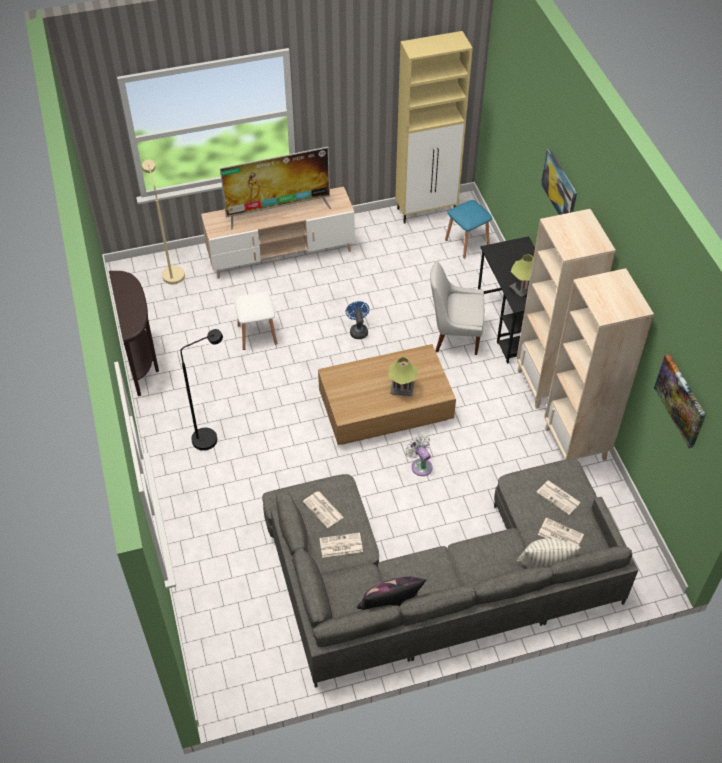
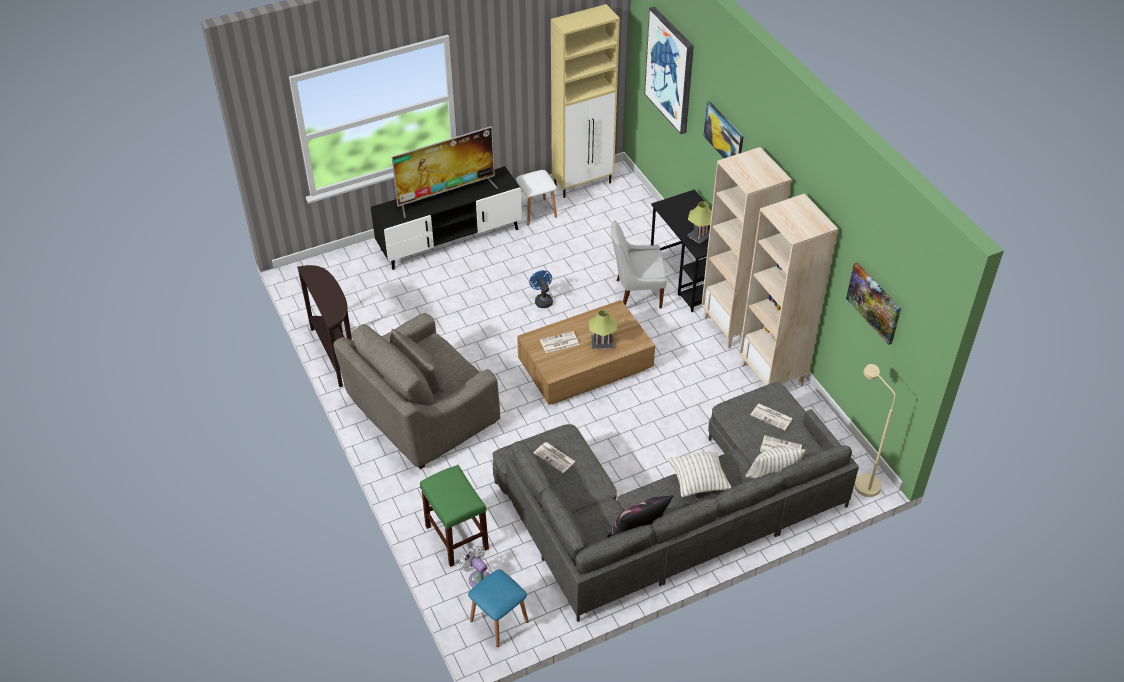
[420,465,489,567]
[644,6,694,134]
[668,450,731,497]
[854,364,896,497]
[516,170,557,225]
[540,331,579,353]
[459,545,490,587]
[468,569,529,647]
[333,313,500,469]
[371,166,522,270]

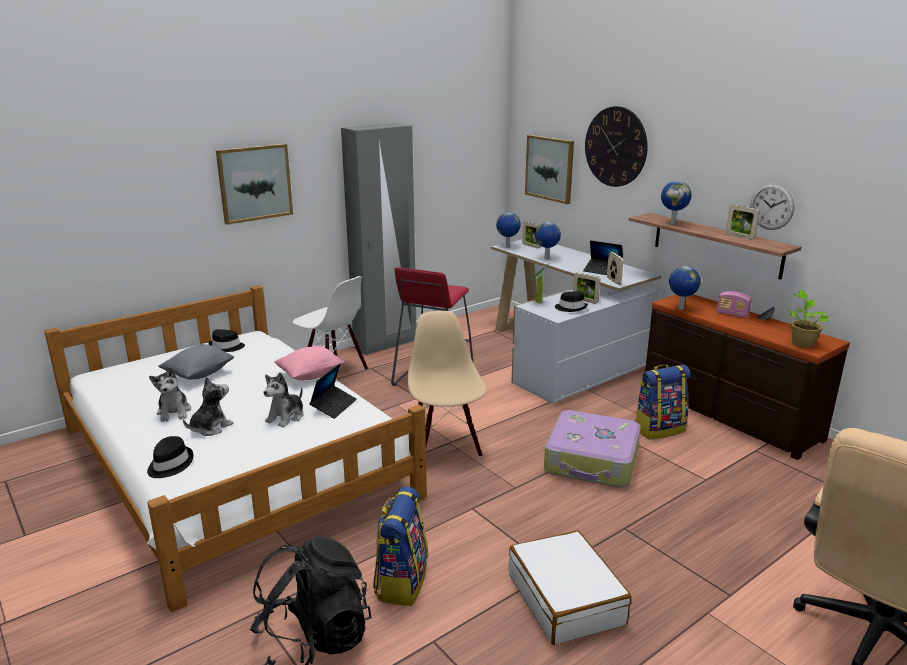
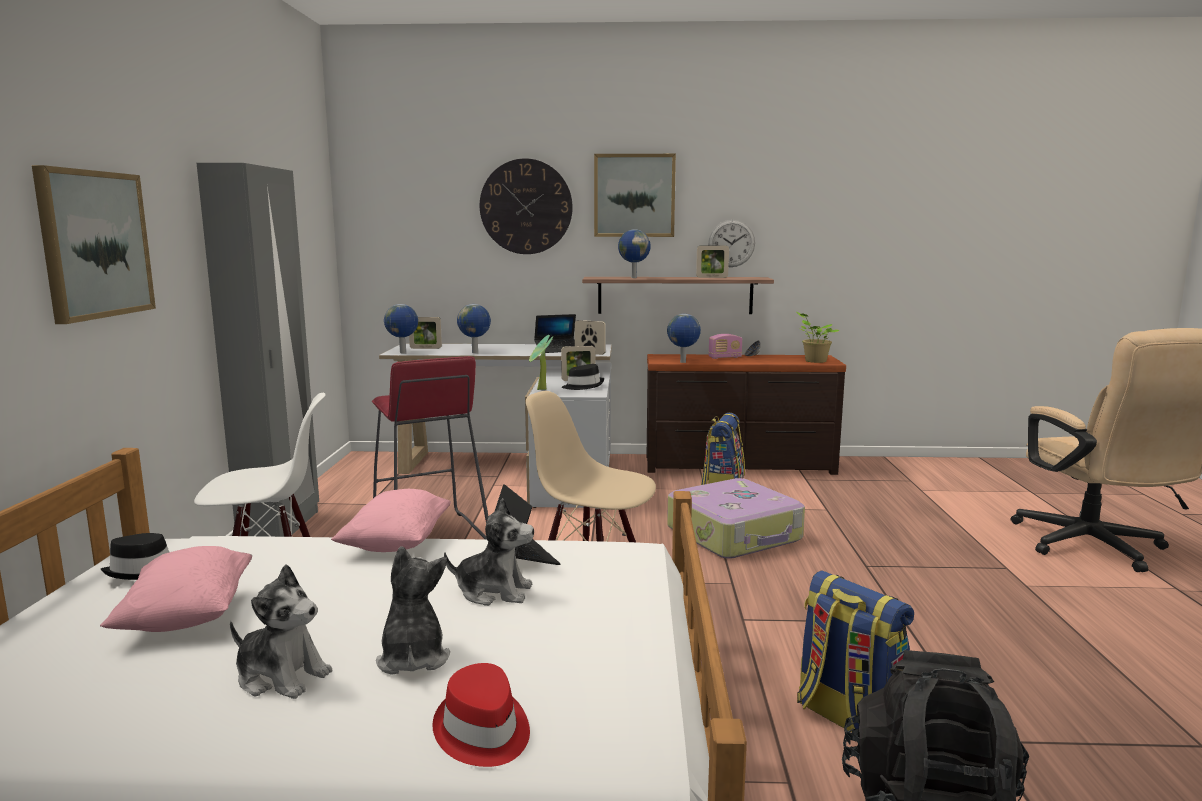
[509,530,632,645] (first image)
[594,154,676,237]
[432,663,530,767]
[100,546,252,632]
[444,498,534,606]

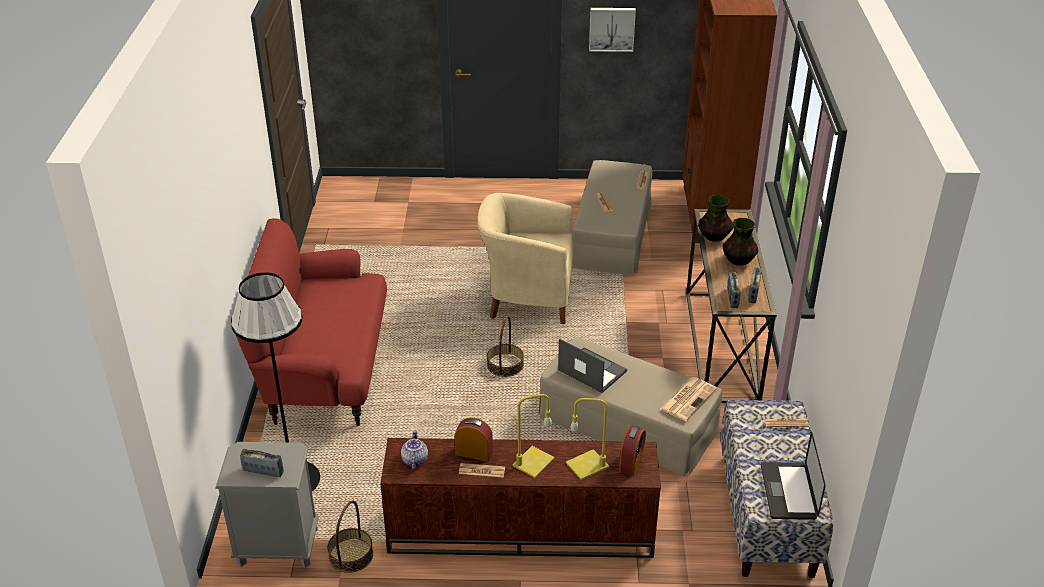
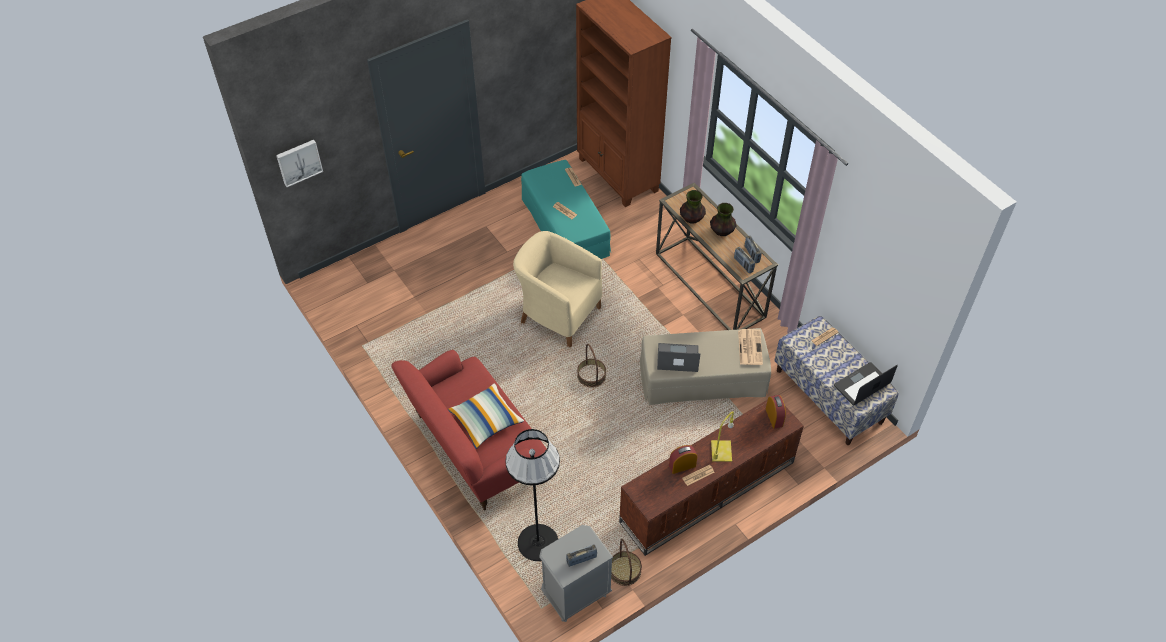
[401,430,428,470] (first image)
[566,398,609,480] (first image)
[448,383,524,449]
[276,140,323,187]
[521,160,611,259]
[513,231,602,348]
[834,362,898,405]

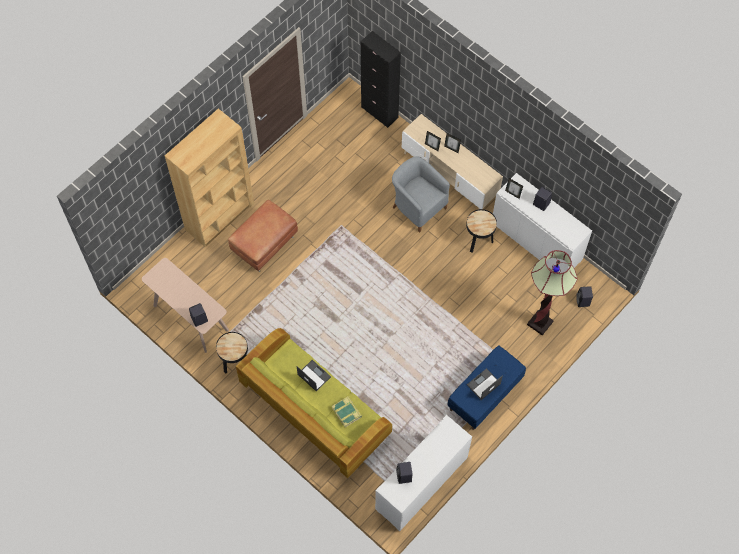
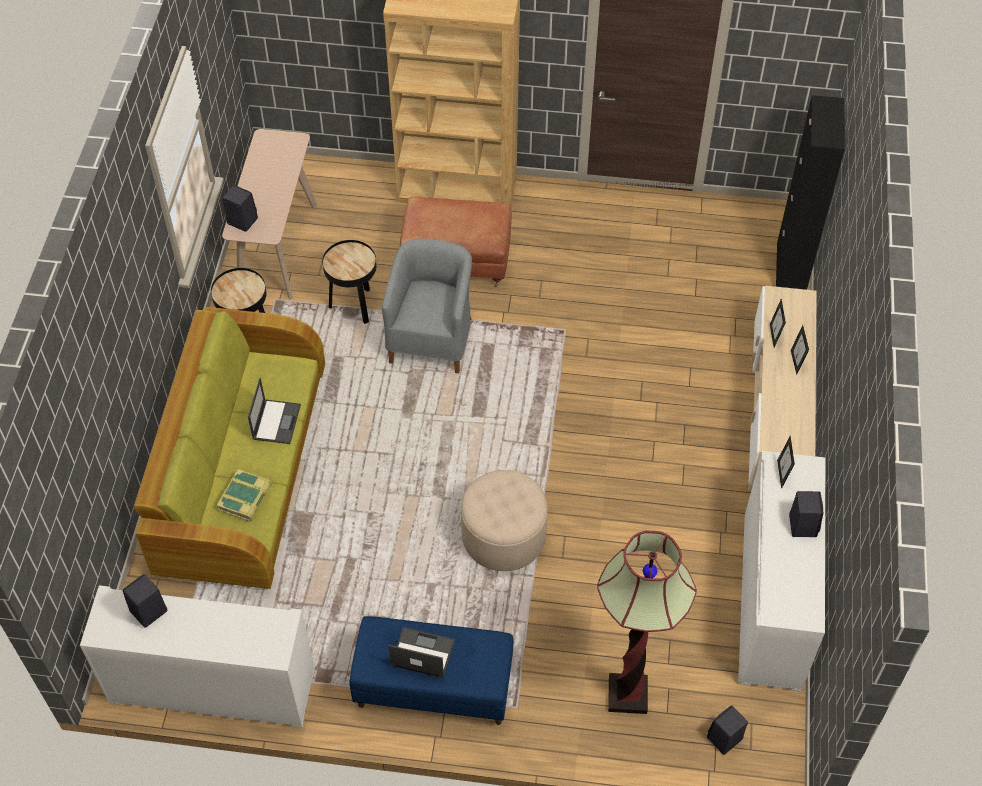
[461,470,548,571]
[382,239,472,374]
[322,240,377,324]

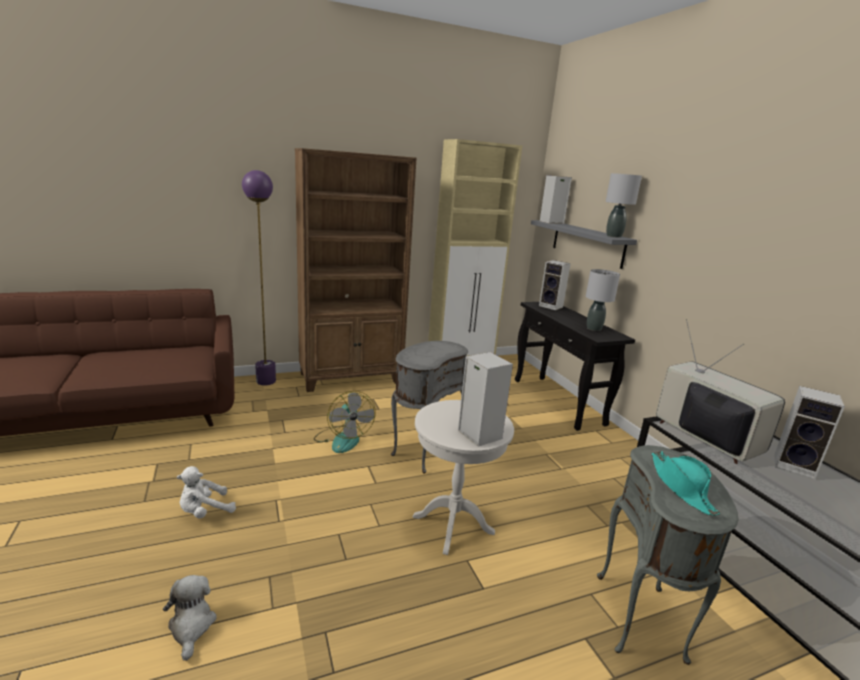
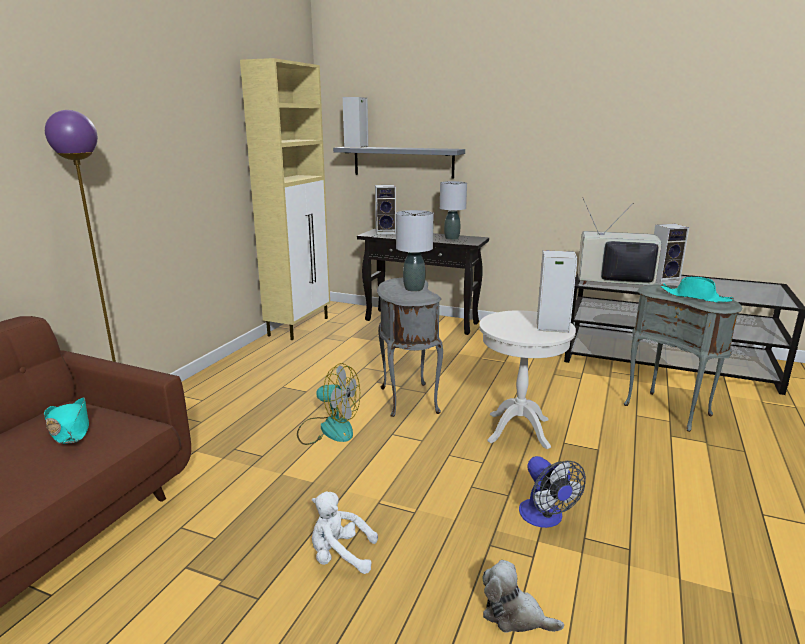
[295,148,417,392] (first image)
[44,398,89,444]
[519,456,586,528]
[396,210,434,292]
[312,492,378,574]

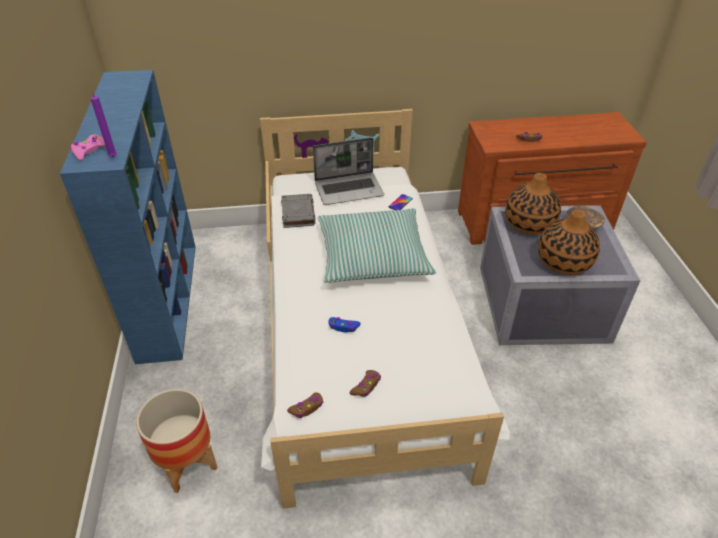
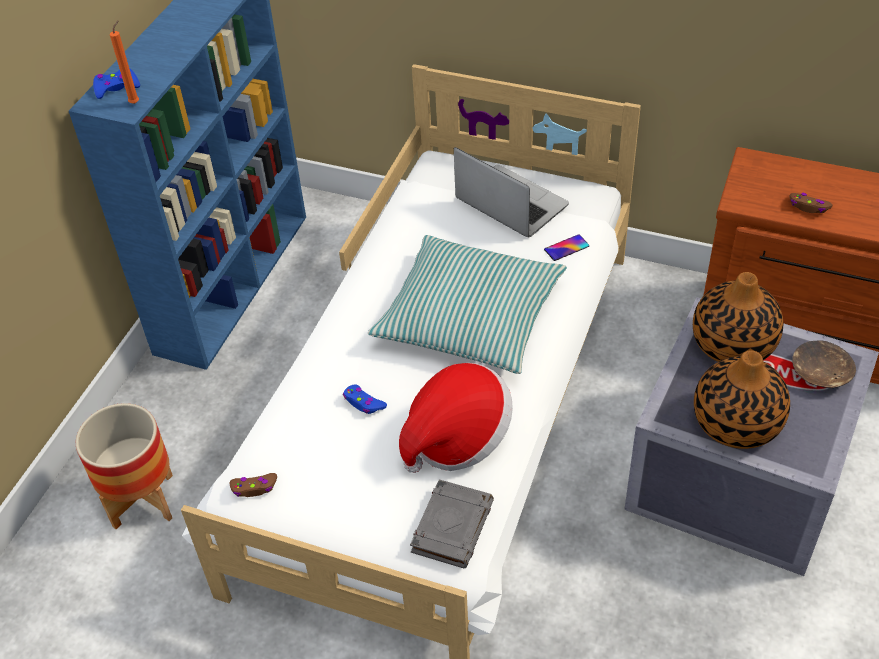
[350,370,381,397] (first image)
[399,363,513,473]
[410,479,494,568]
[93,68,140,99]
[110,20,139,104]
[454,147,569,237]

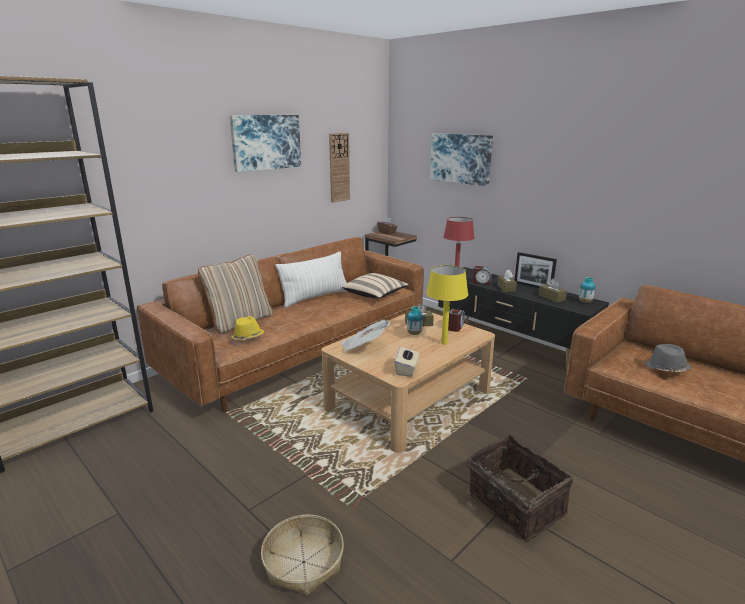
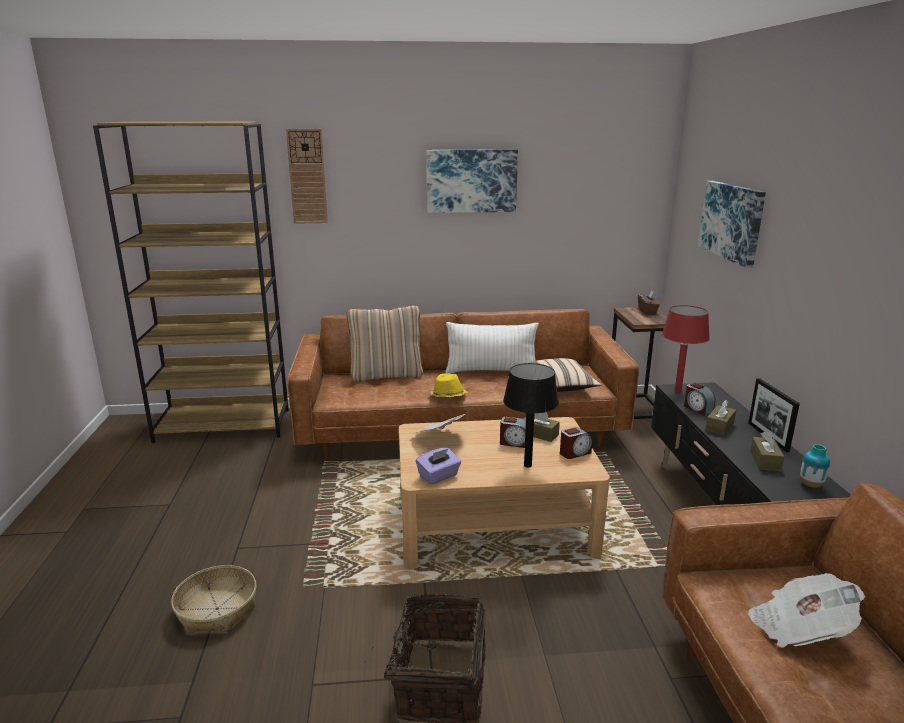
[430,373,468,397]
[286,129,328,224]
[500,417,526,448]
[748,573,865,648]
[416,448,461,484]
[503,363,559,467]

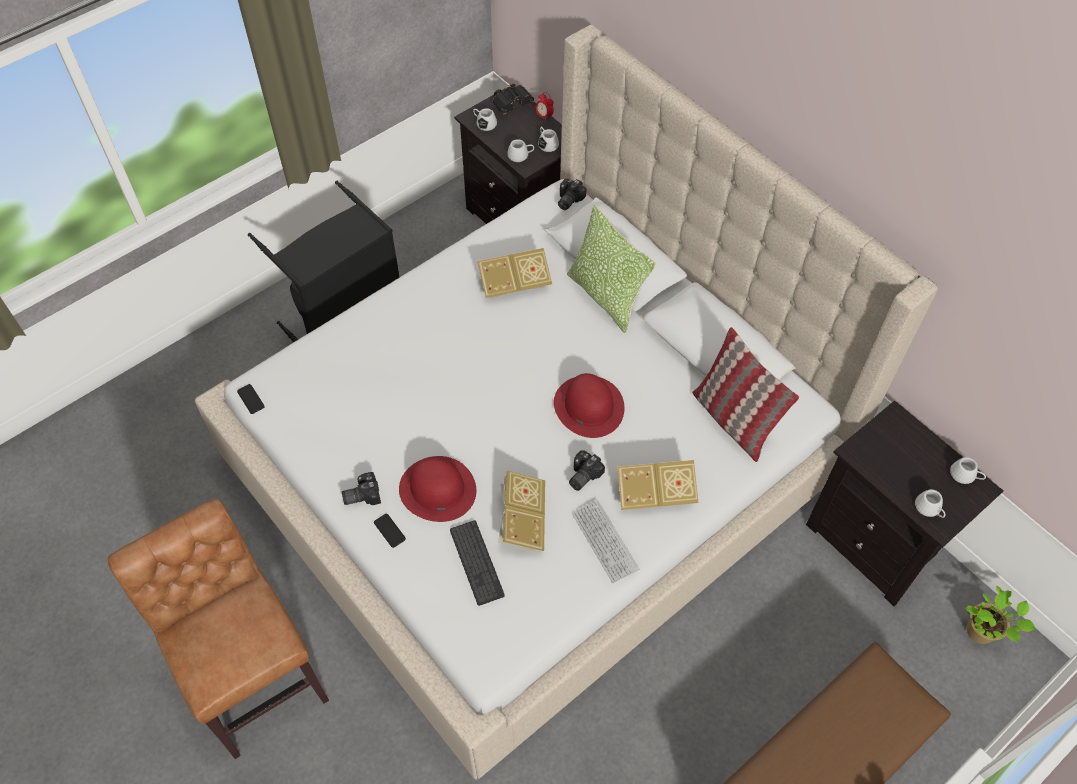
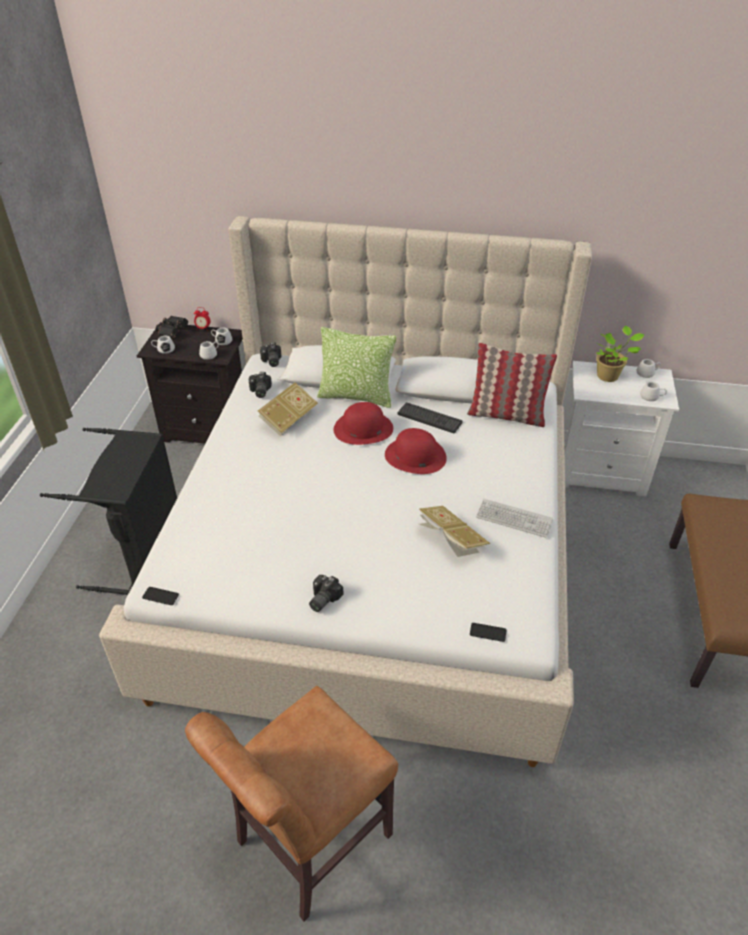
[617,460,698,510] (first image)
[470,623,506,642]
[334,402,393,445]
[398,402,462,433]
[249,372,272,398]
[596,326,645,382]
[565,361,679,496]
[185,686,398,921]

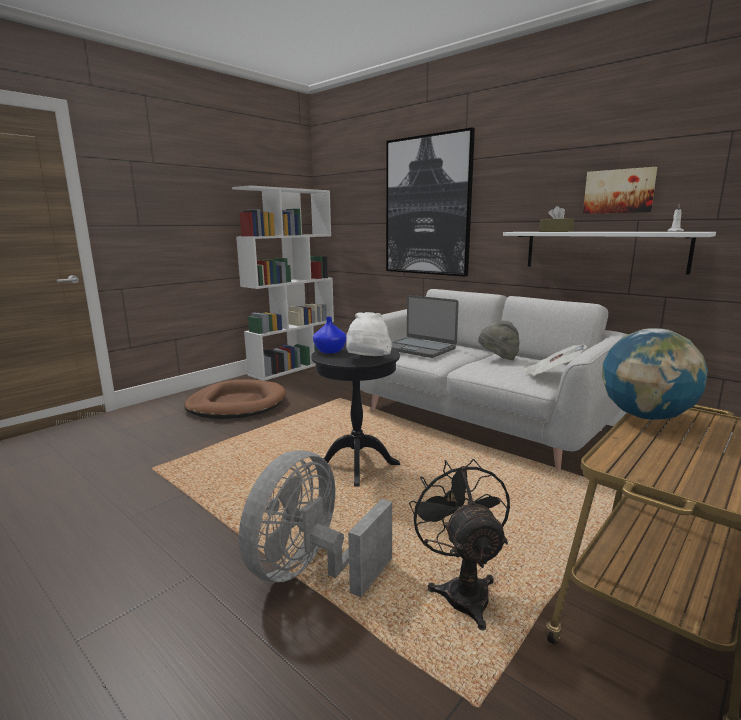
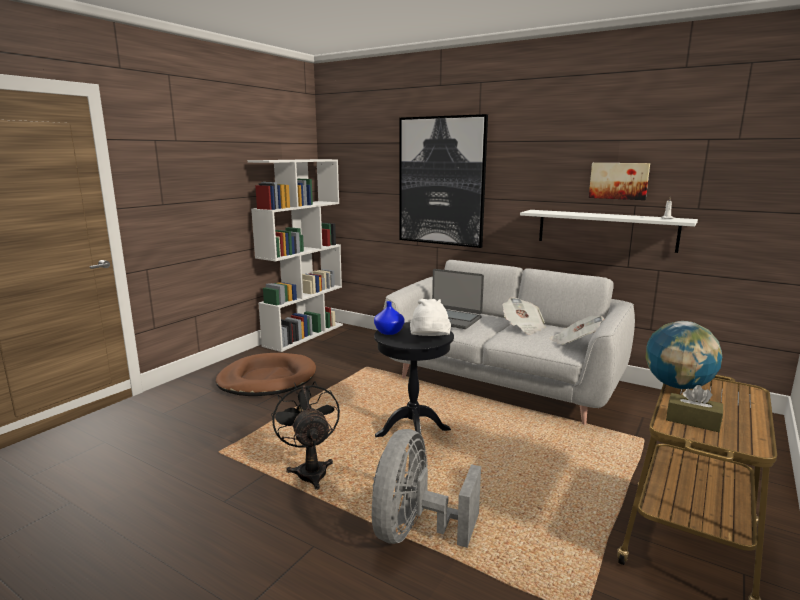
[271,381,340,490]
[666,385,723,432]
[502,297,546,335]

